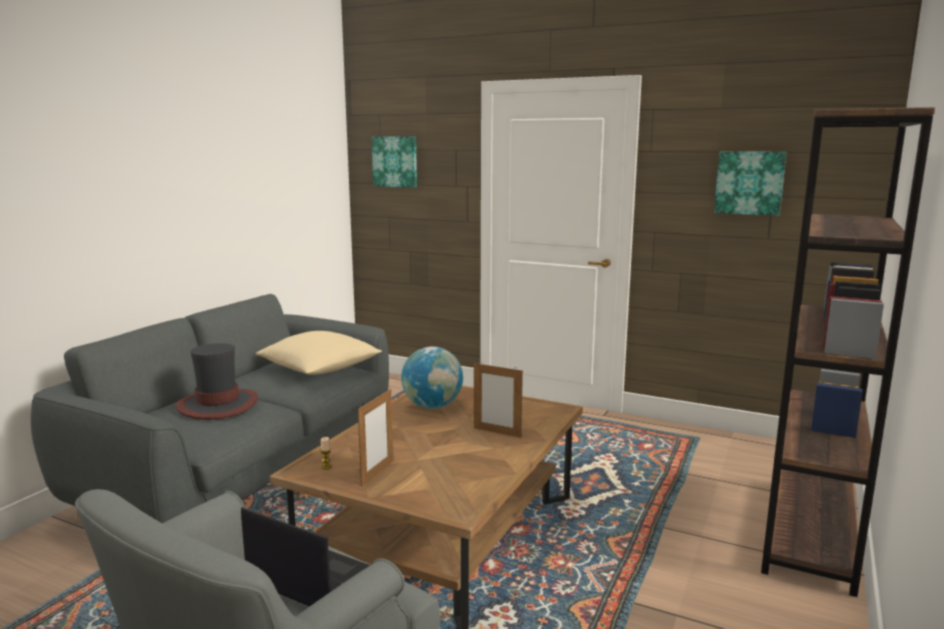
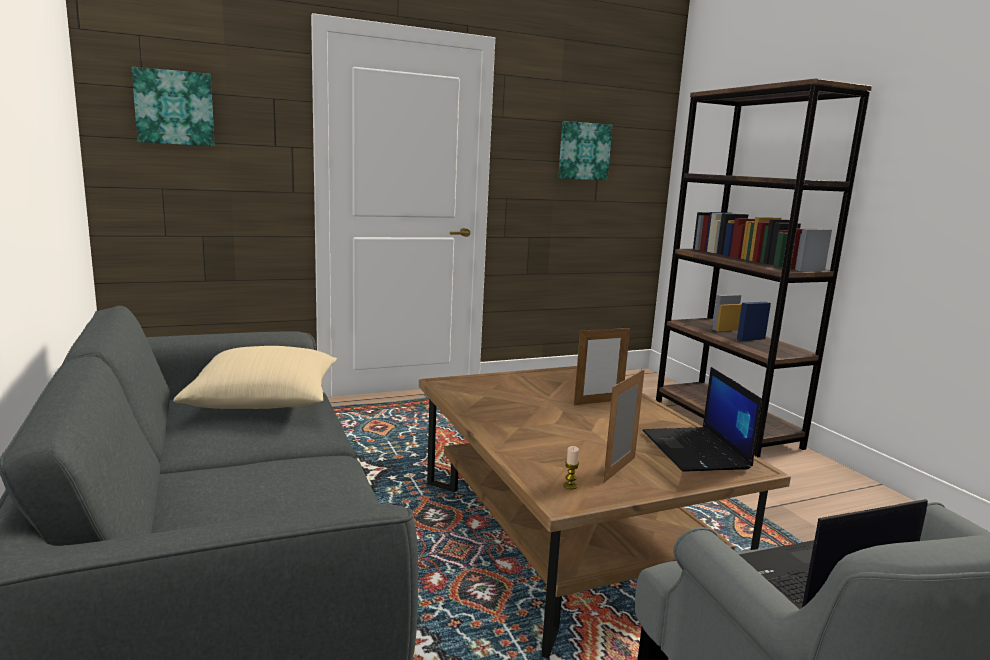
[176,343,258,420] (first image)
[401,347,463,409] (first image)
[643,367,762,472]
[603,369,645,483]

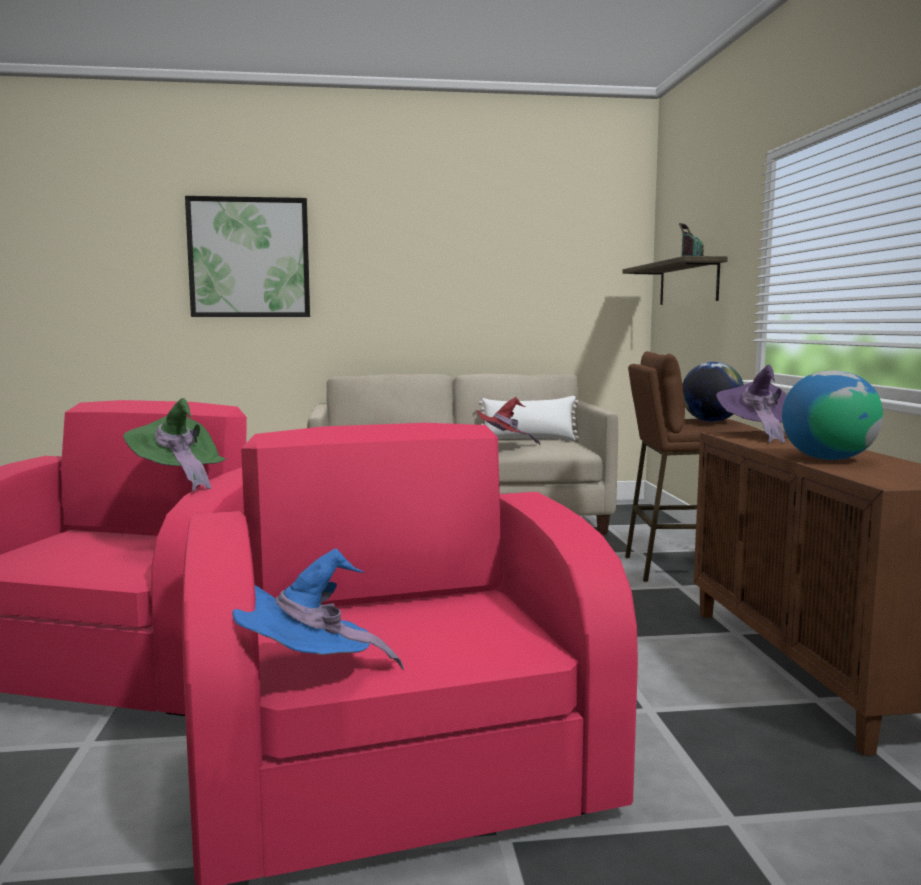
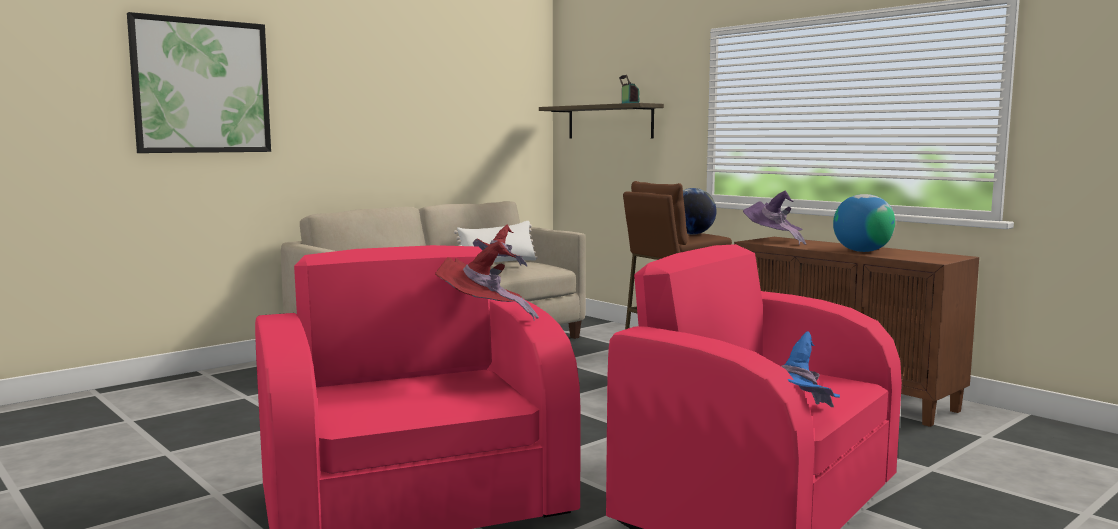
[435,241,539,321]

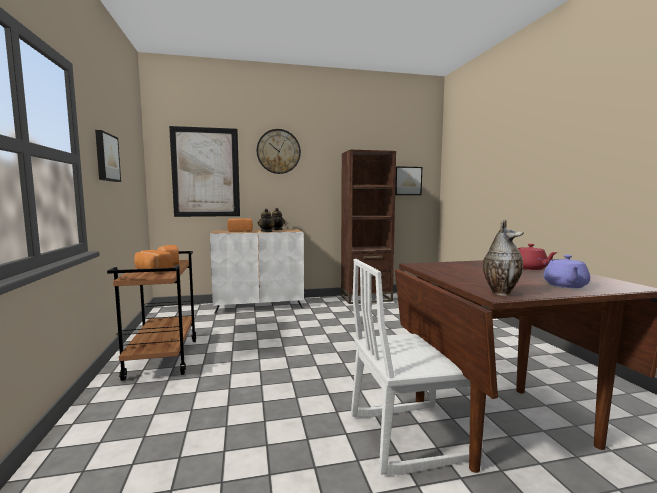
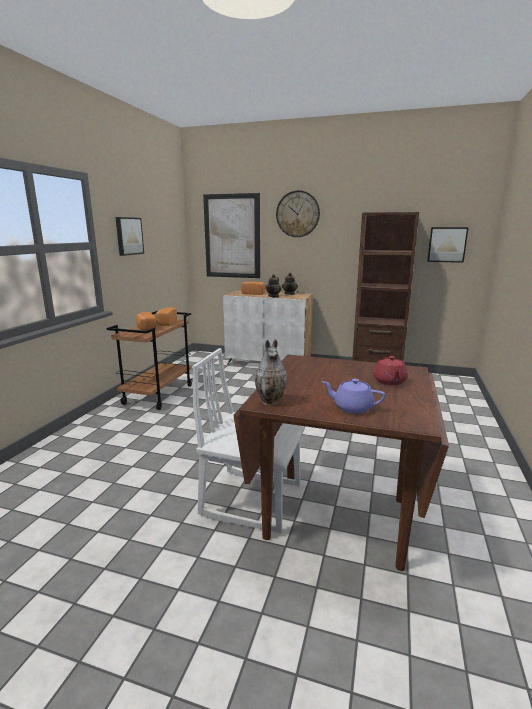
[322,379,385,413]

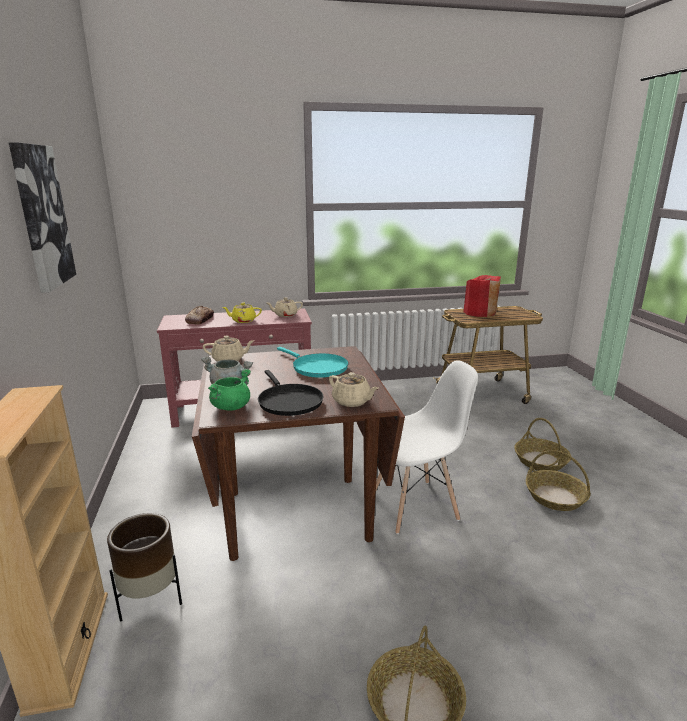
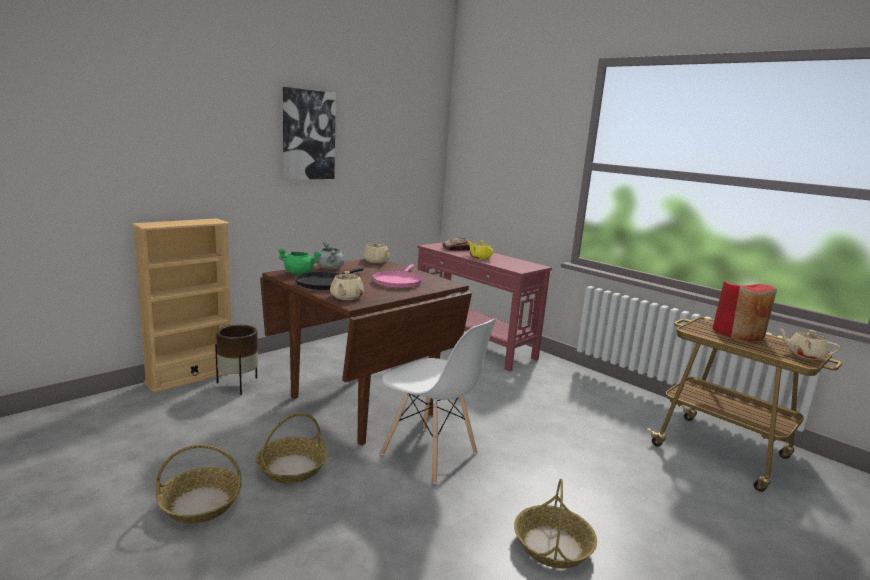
[778,328,841,360]
[255,413,327,484]
[372,264,422,288]

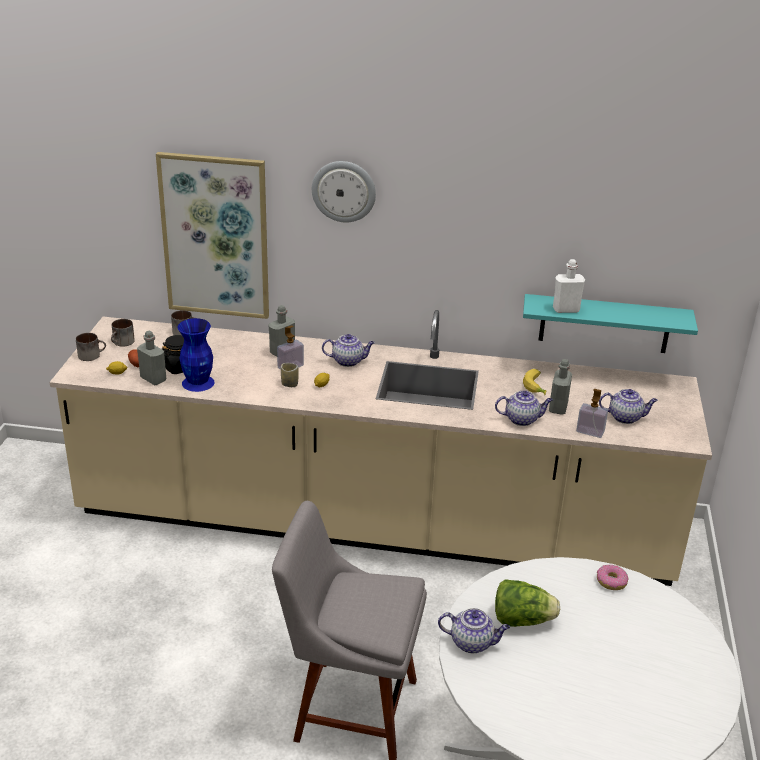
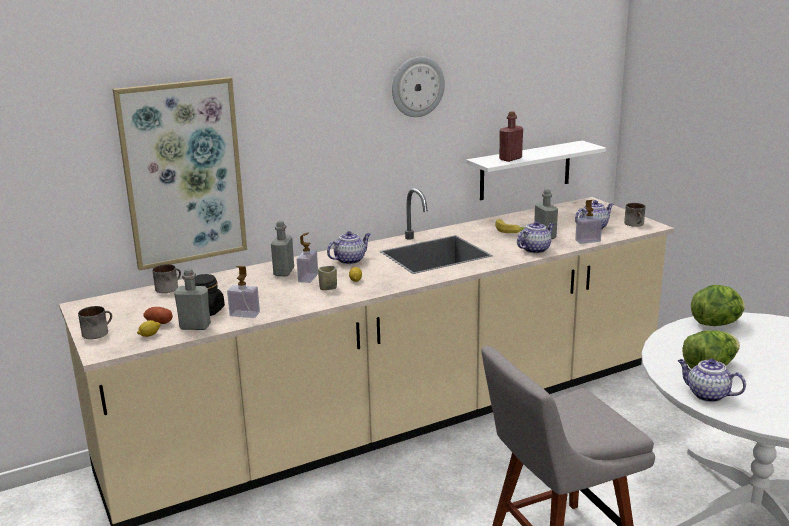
[624,203,646,227]
[392,56,445,117]
[227,266,260,318]
[691,285,745,326]
[466,141,606,200]
[499,111,523,162]
[678,359,746,402]

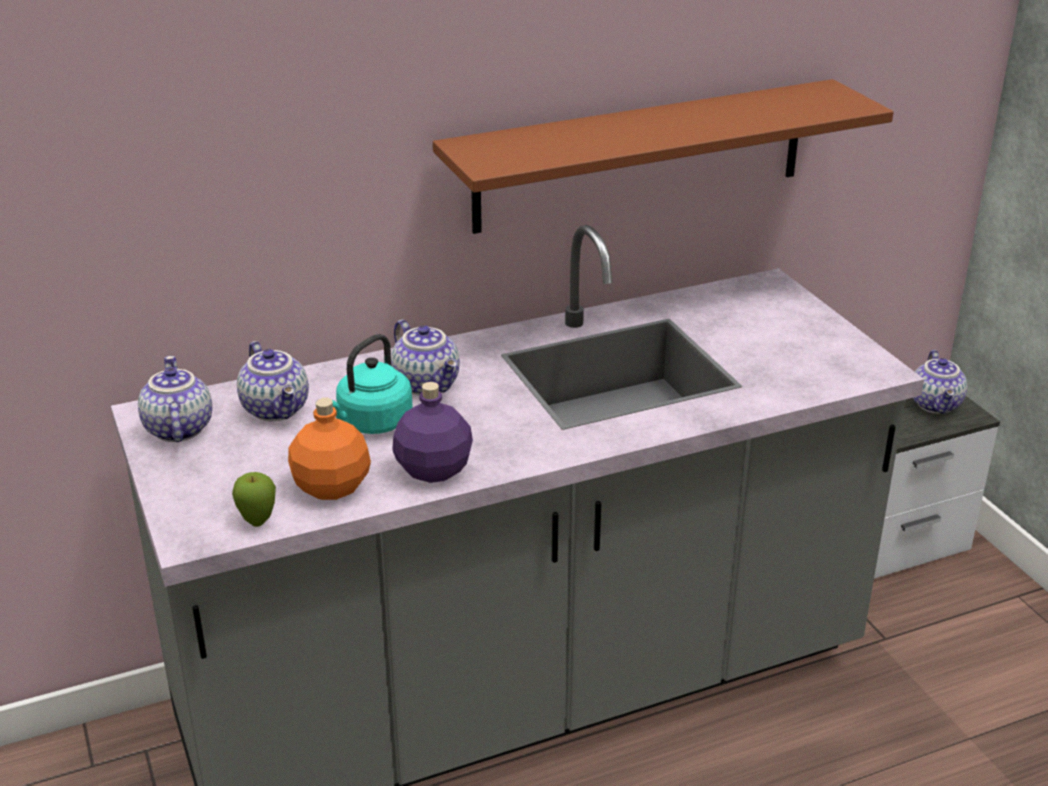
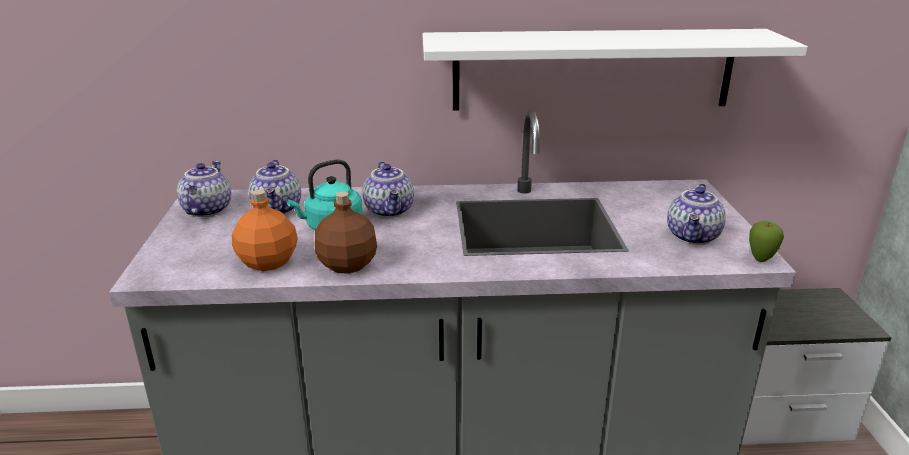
[749,221,784,262]
[667,183,726,245]
[315,191,377,274]
[423,29,808,111]

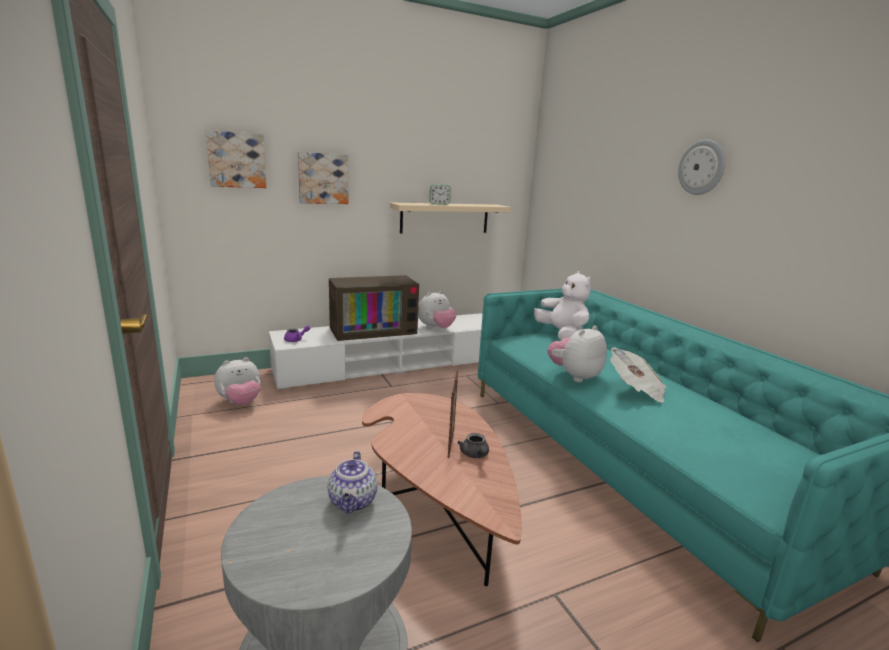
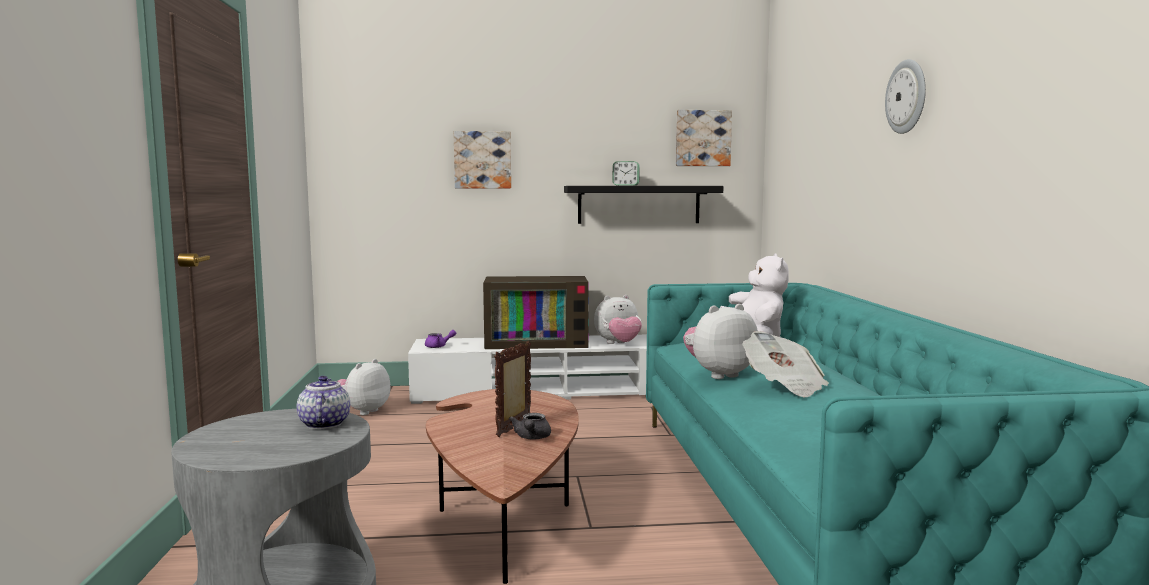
[676,110,732,166]
[564,186,723,224]
[338,359,391,415]
[297,376,350,429]

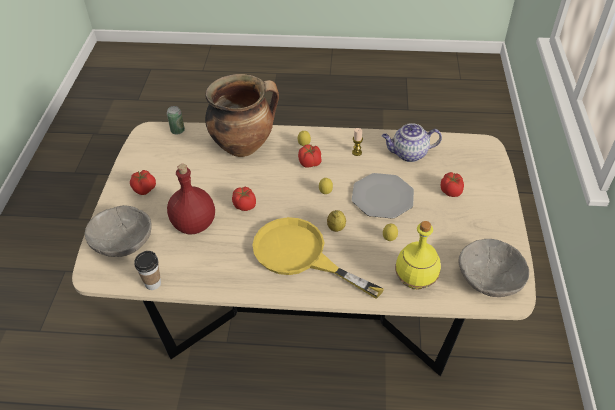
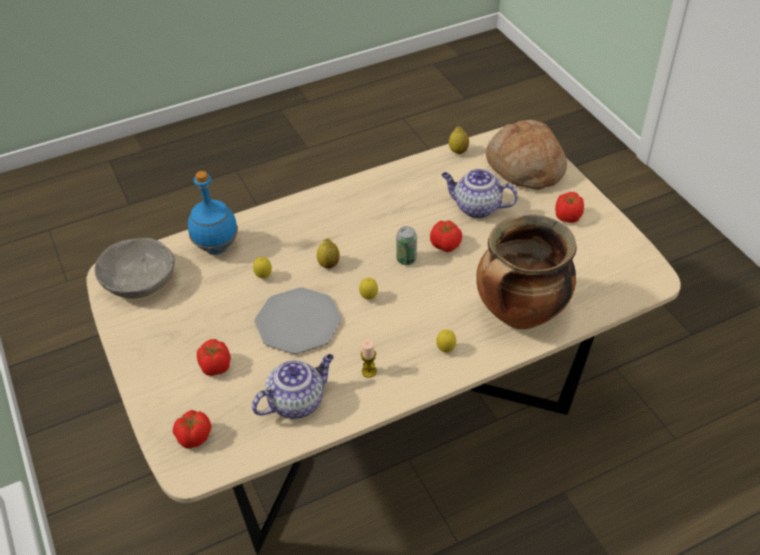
[252,217,384,299] (first image)
[396,226,417,265]
[173,410,211,449]
[486,120,567,190]
[449,126,469,154]
[441,169,518,218]
[188,171,238,255]

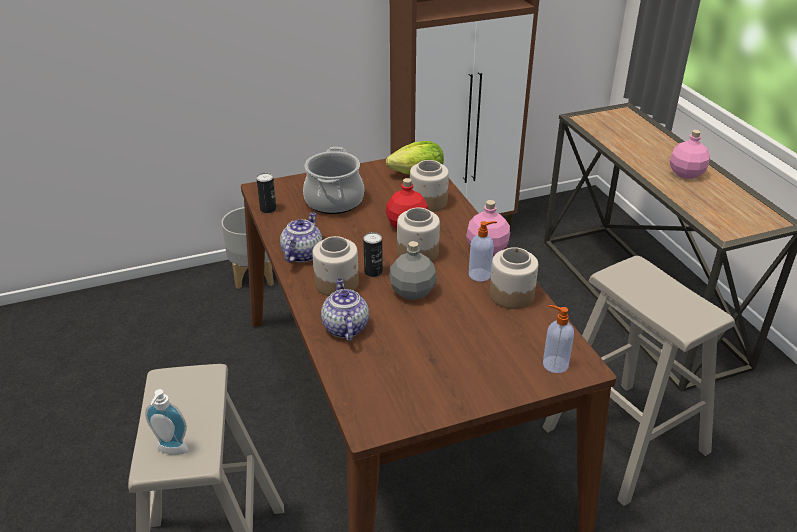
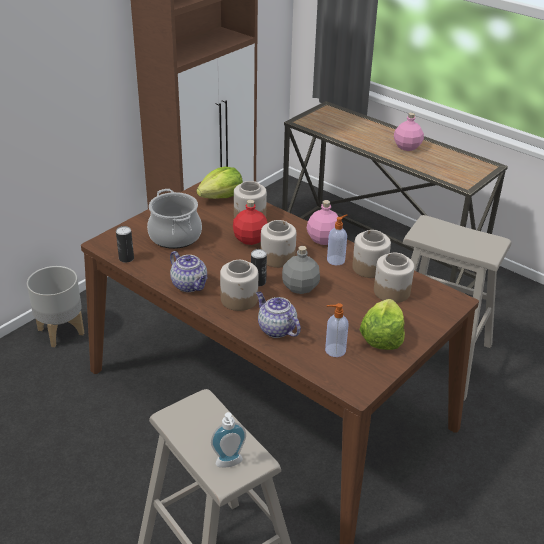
[360,299,405,350]
[374,253,414,303]
[325,303,349,357]
[170,251,208,292]

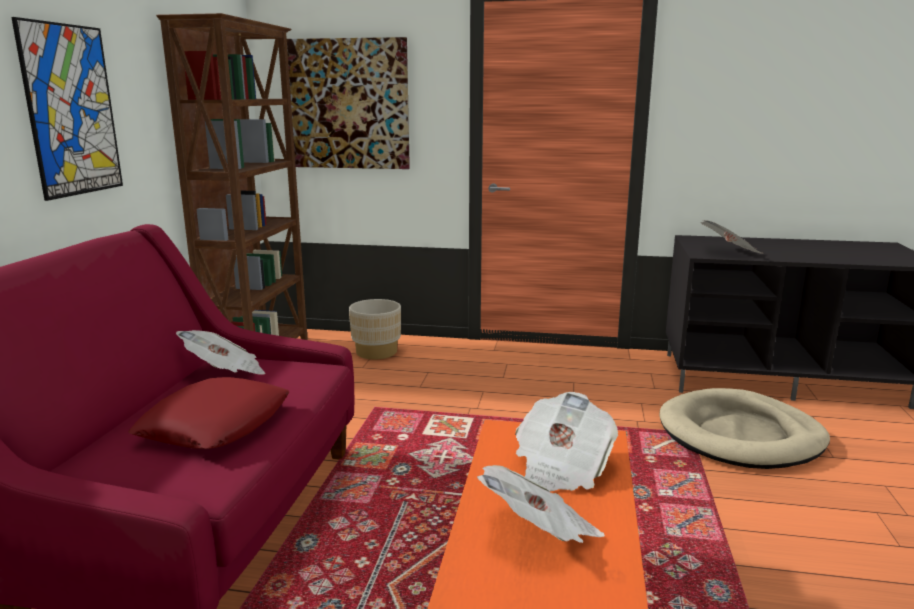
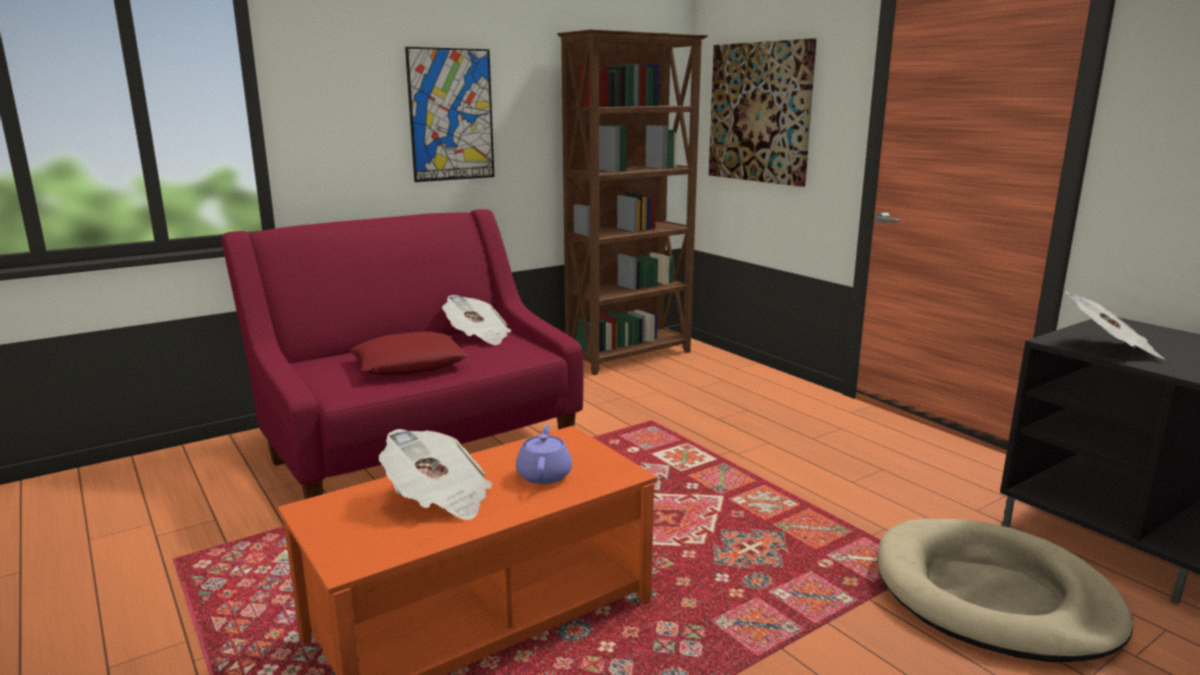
[349,299,401,360] (first image)
[516,424,572,484]

